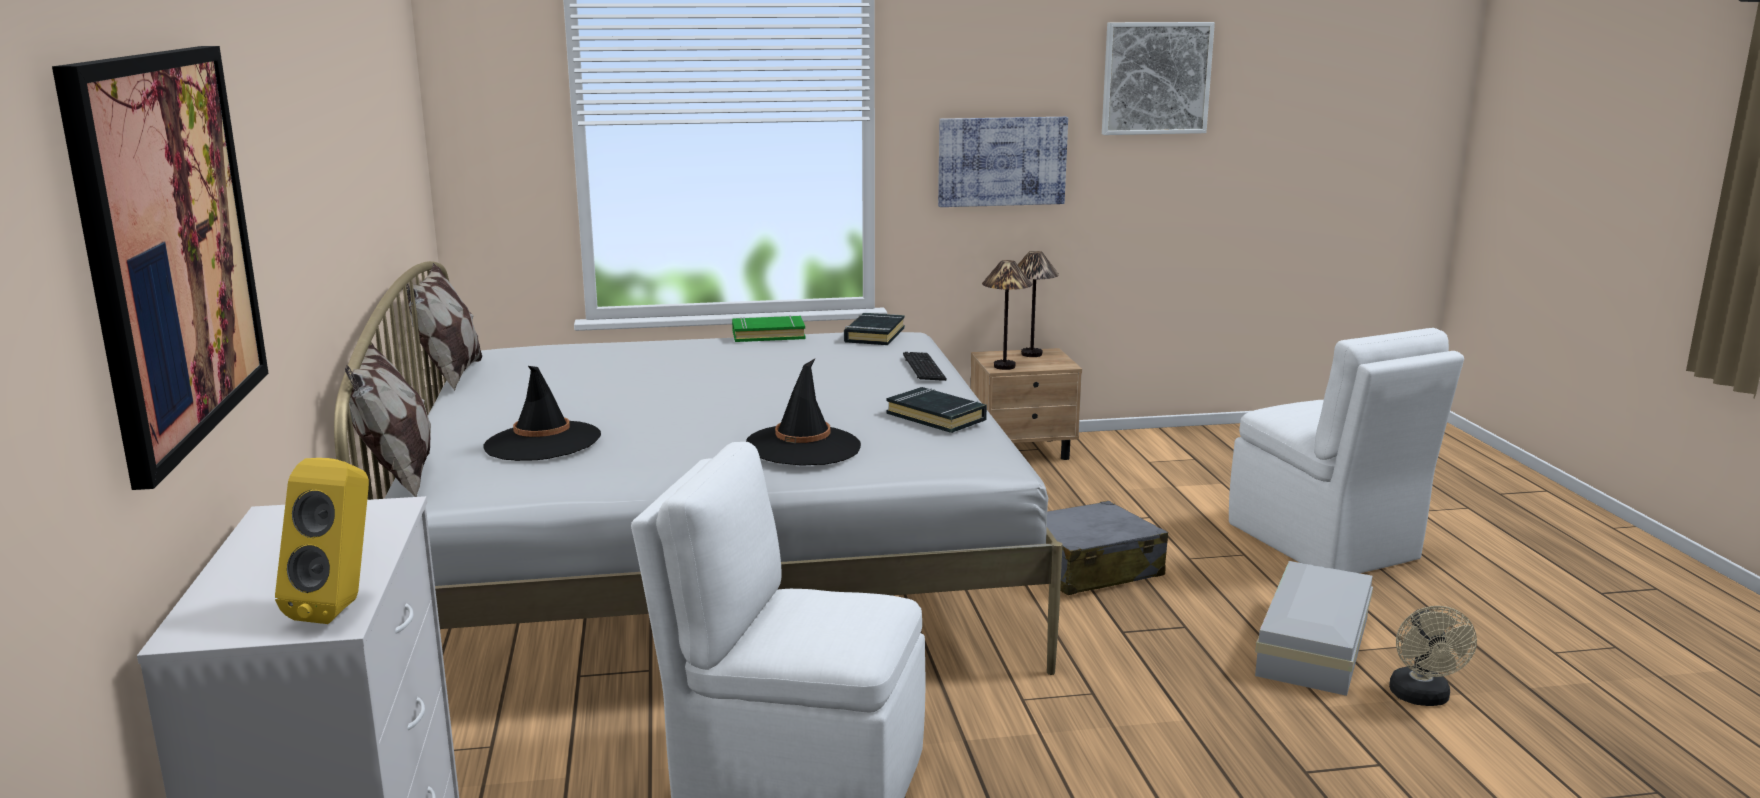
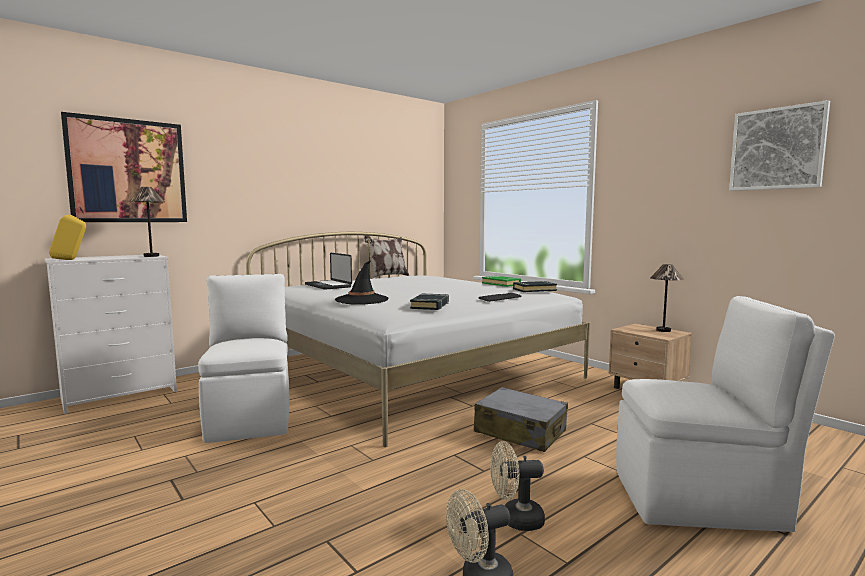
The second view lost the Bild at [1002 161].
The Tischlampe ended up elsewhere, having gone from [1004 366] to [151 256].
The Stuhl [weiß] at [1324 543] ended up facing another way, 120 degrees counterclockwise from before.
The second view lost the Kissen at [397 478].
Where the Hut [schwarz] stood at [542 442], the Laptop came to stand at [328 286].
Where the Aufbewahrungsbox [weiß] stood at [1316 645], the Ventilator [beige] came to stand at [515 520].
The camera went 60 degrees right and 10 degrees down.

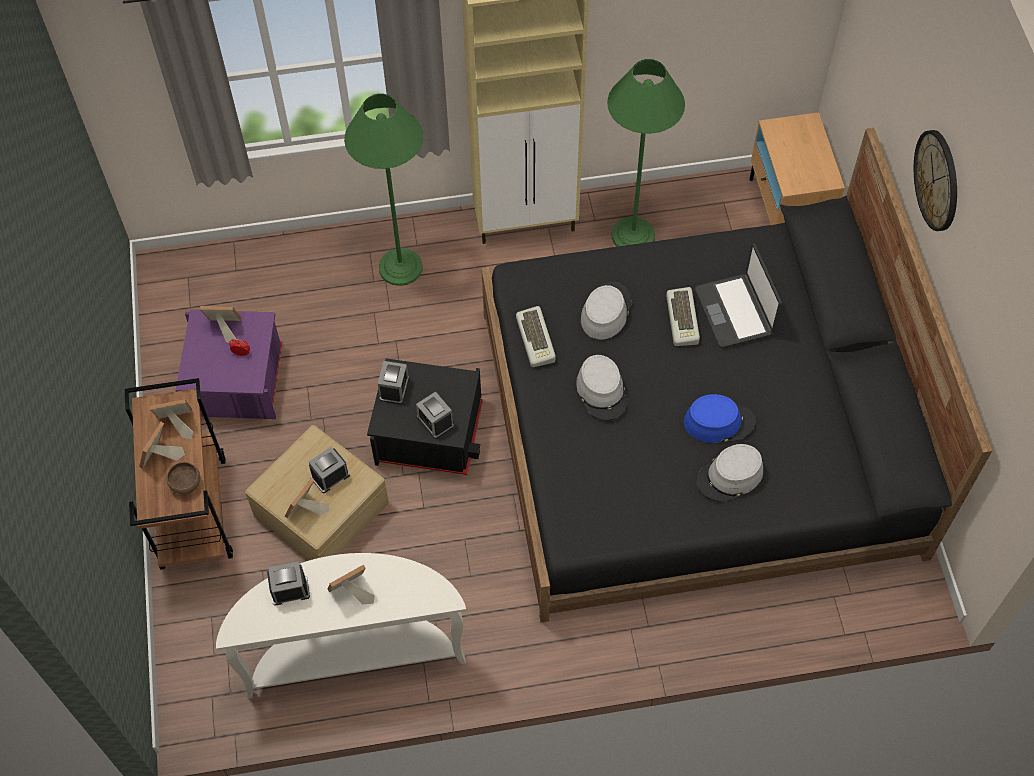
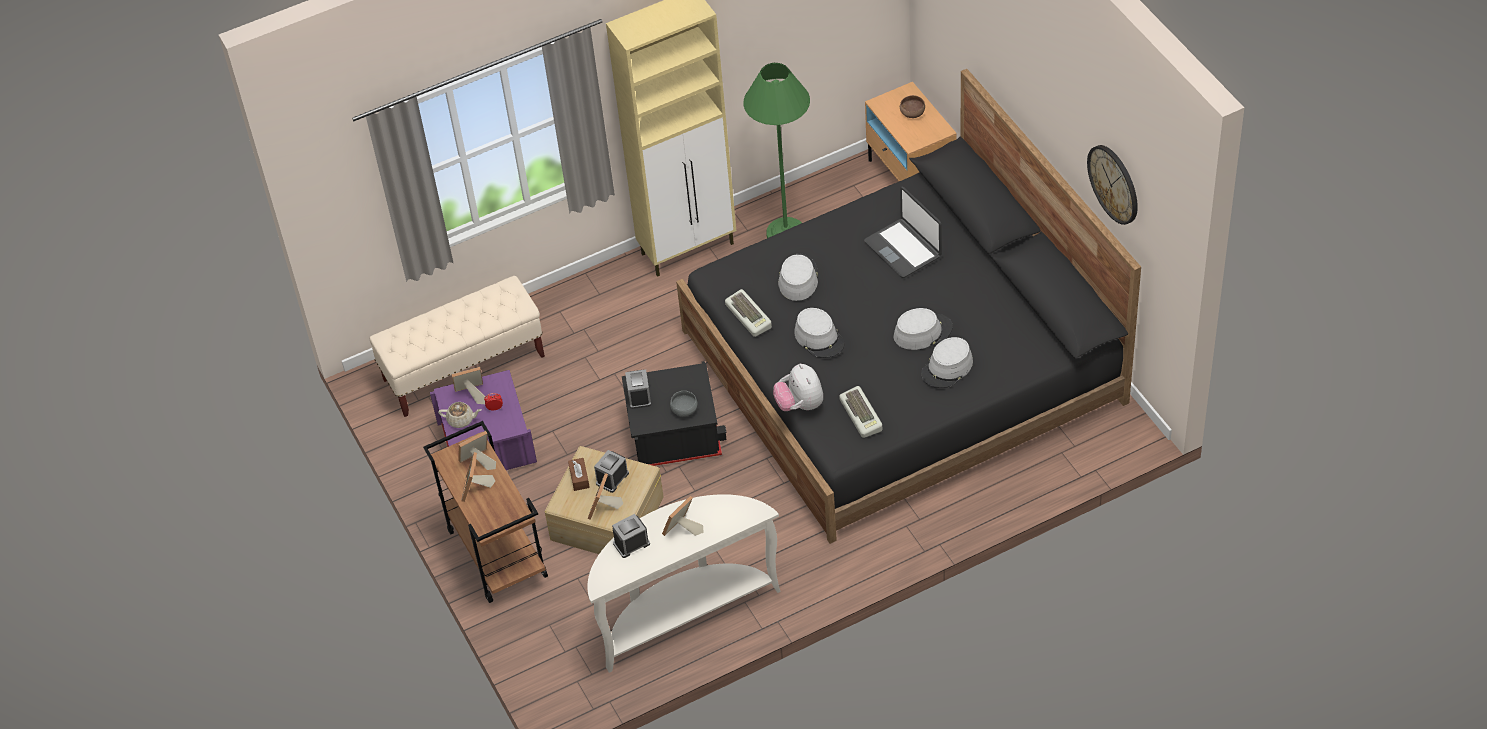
The second view lost the Stehlampe [grün] at [400 267].
The Wanduhr ended up elsewhere, having gone from [937 180] to [1114 184].
The Tastatur ended up elsewhere, having gone from [684 320] to [862 415].
Where the Wecker stood at [435 421], the Schüssel [grau] came to stand at [685 410].
What was the Hut [blau] at [718 422] turned into the Hut [grau] at [922 332].
The Schüssel [braun] ended up elsewhere, having gone from [185 484] to [912 113].
The second view gained the Bank [beige] at [464 368].
The second view gained the Plüschtier at [800 405].
The second view gained the Teekanne [beige] at [461 420].
The second view gained the Taschentuchbox [braun] at [579 478].
The camera went 15 degrees left and 10 degrees down.

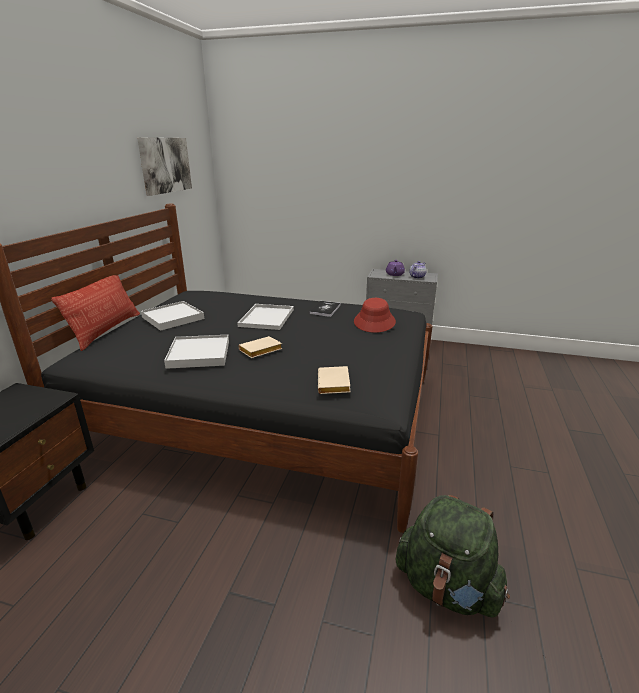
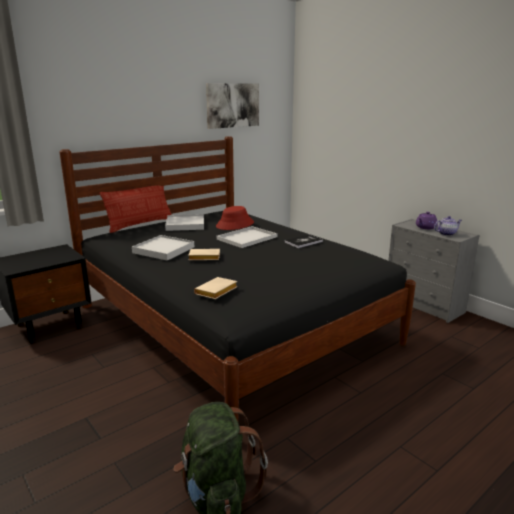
The Hut [rot] ended up elsewhere, having gone from [374 322] to [235 224].
The camera went 35 degrees right and 5 degrees down.

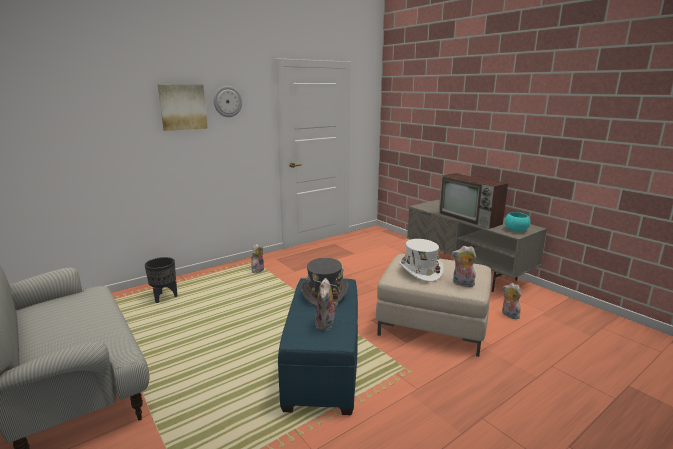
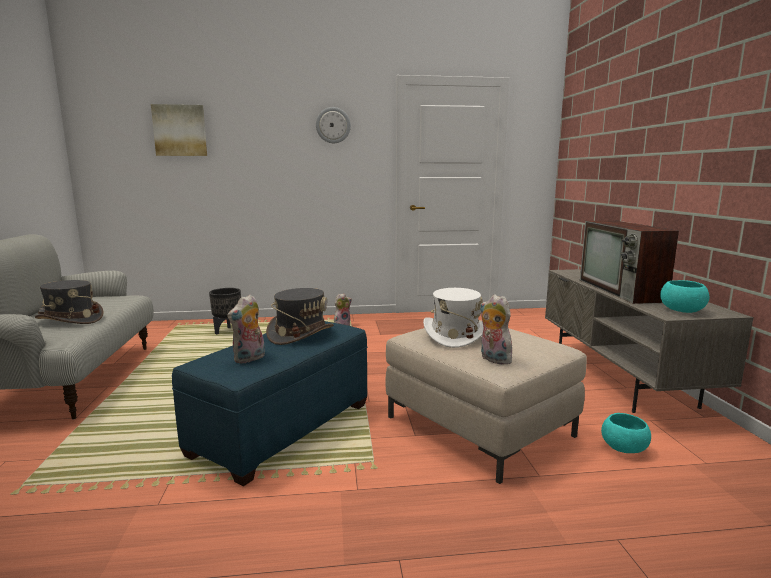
The Bild ended up elsewhere, having gone from [182 107] to [180 130].
Where the Plüschtier stood at [509 315], the Schüssel [türkis] came to stand at [624 448].
The second view gained the Hut [grau] at [70 319].
The camera went 30 degrees right and 5 degrees down.

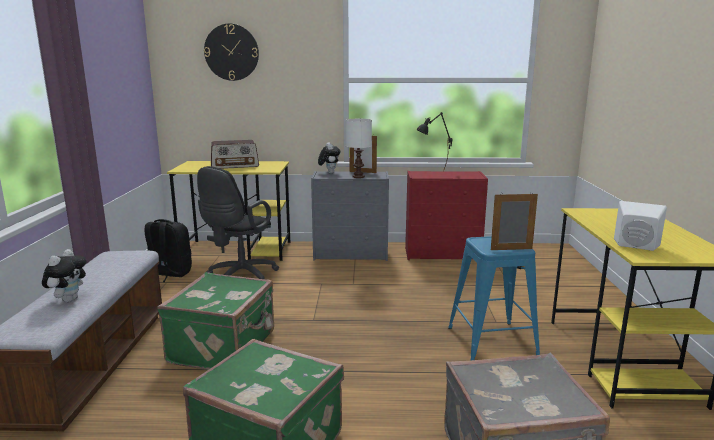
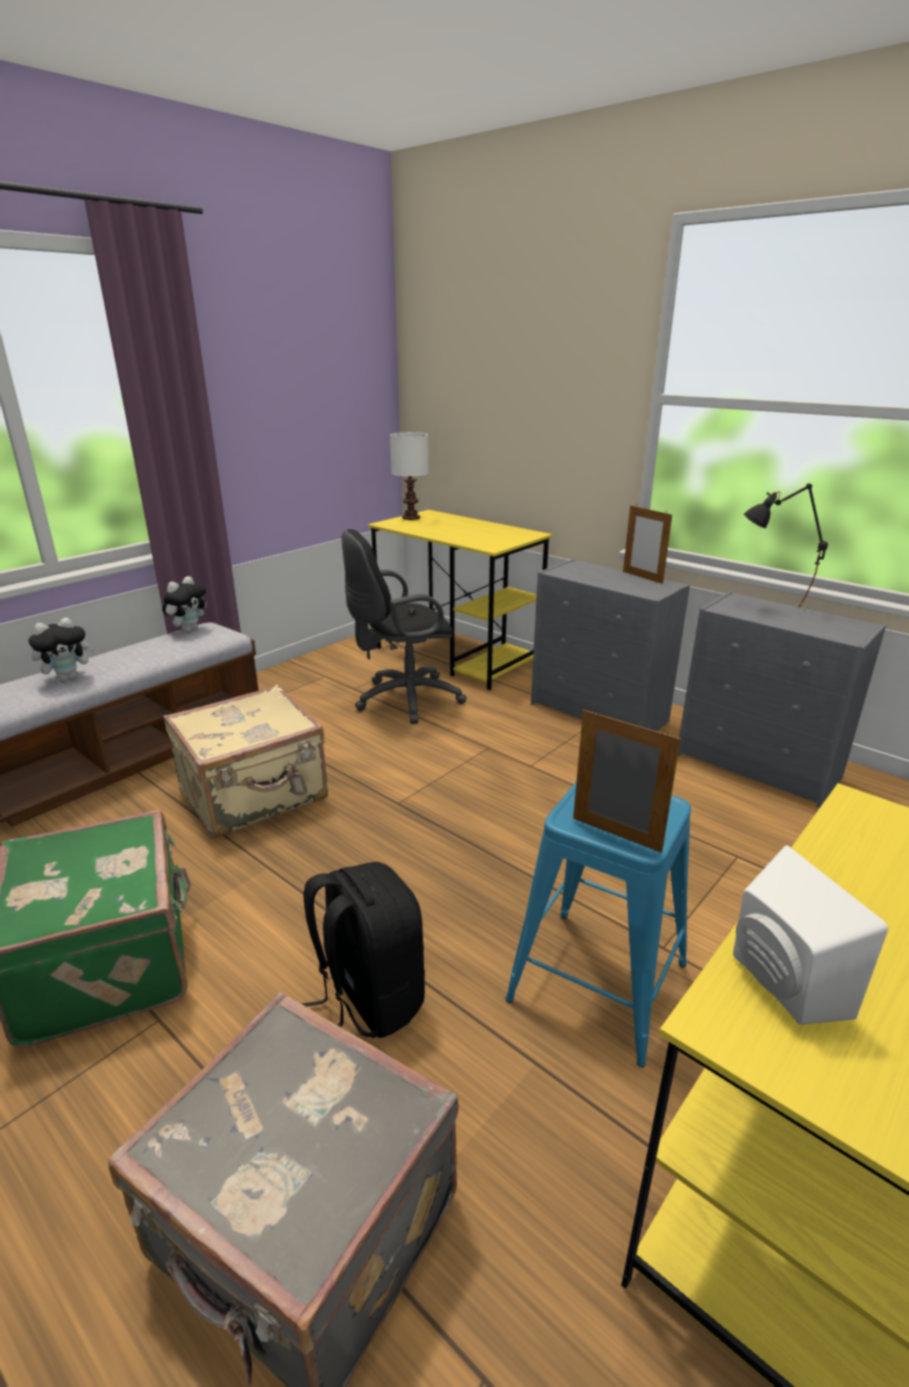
The second view lost the Wanduhr at [231 52].
The Tischlampe [weiß] ended up elsewhere, having gone from [359 177] to [411 518].
The second view lost the Radio at [235 165].
The Plüschtier ended up elsewhere, having gone from [329 172] to [189 629].
What was the Kommode [rot] at [443 254] turned into the Kommode [grau] at [759 767].
The Rucksack [schwarz] ended up elsewhere, having gone from [169 274] to [367 998].
What was the Koffer [grün] at [224 347] turned into the Koffer [beige] at [255 795].
The camera went 40 degrees right and 10 degrees up.

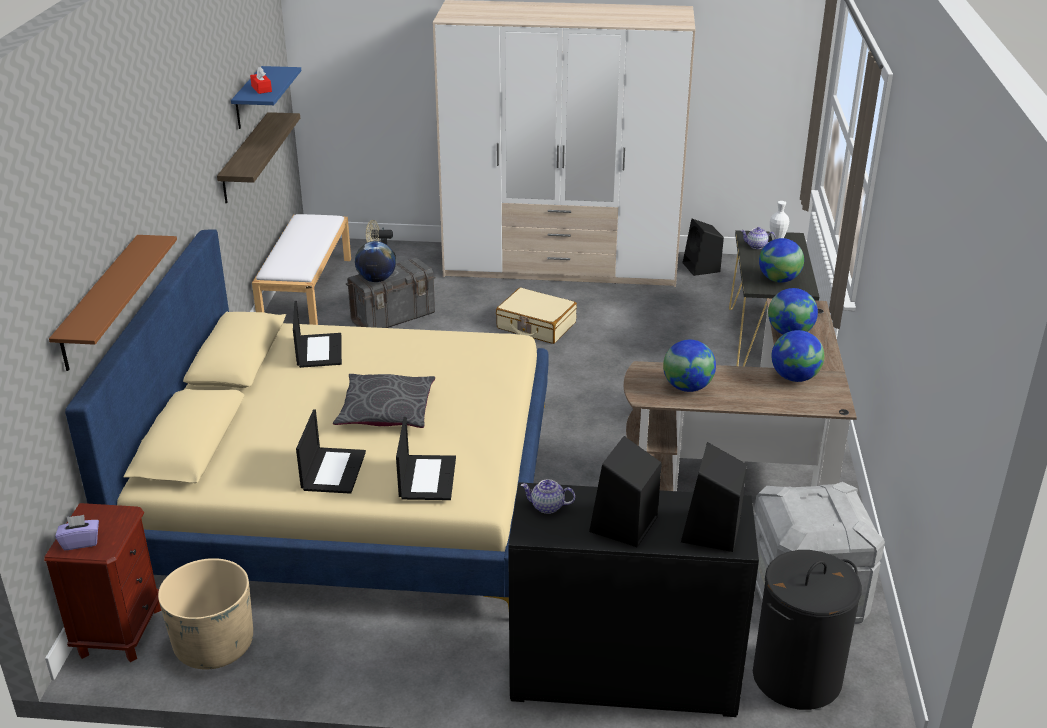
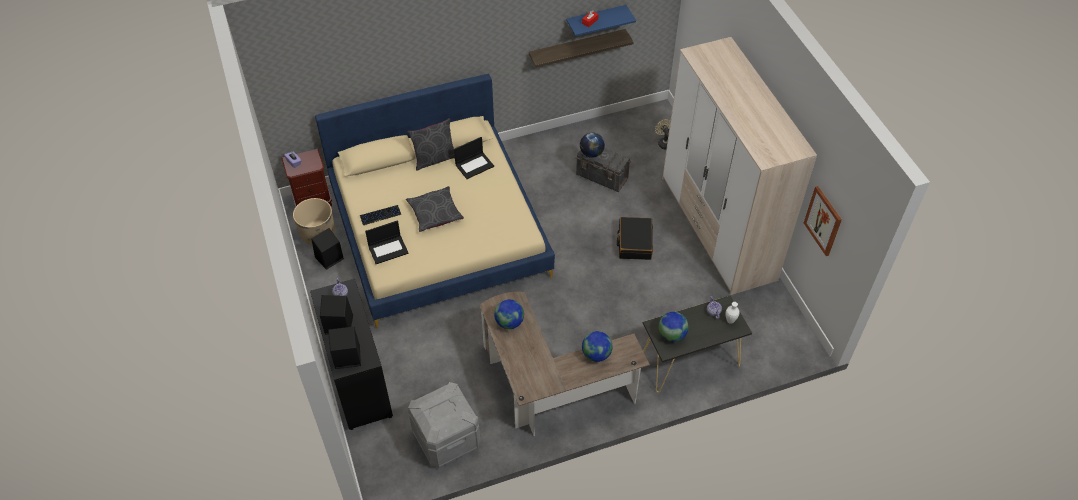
The second view lost the Bank [weiß] at [306 290].
The Lautsprecher [schwarz] ended up elsewhere, having gone from [702 268] to [328 258].
The second view lost the Wandregal [braun] at [100 302].
What was the Koffer [beige] at [536 326] turned into the Koffer [schwarz] at [634 243].
The second view lost the Globus at [794 377].
Where the Laptop stood at [333 470], the Tastatur came to stand at [380 215].
The second view lost the Wäschekorb [schwarz] at [797 677].
The second view gained the Kissen [grau] at [434 159].
The second view gained the Bild at [823 220].
The camera went 65 degrees right and 20 degrees up.

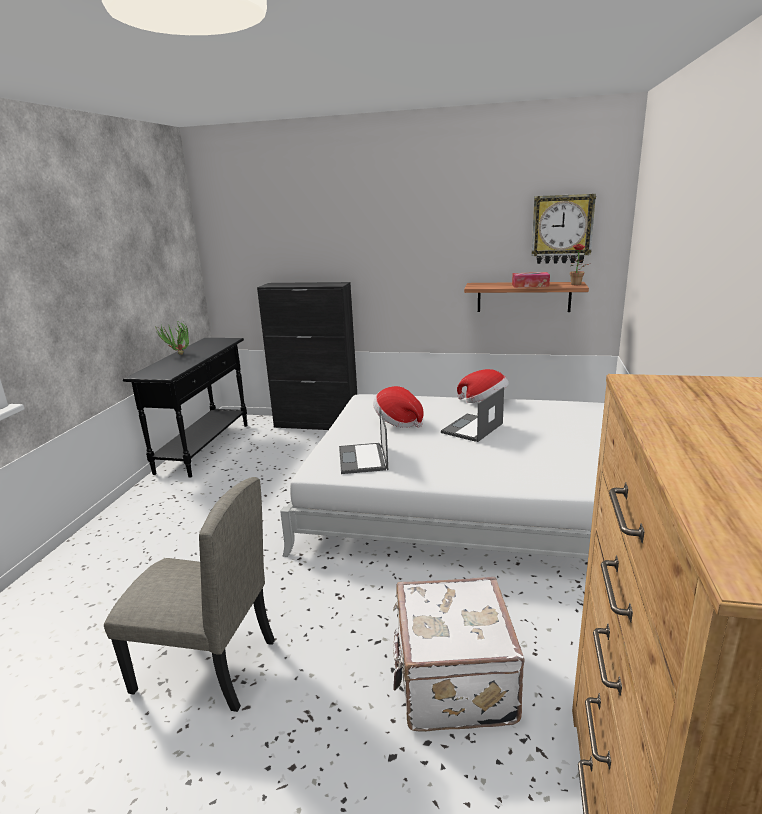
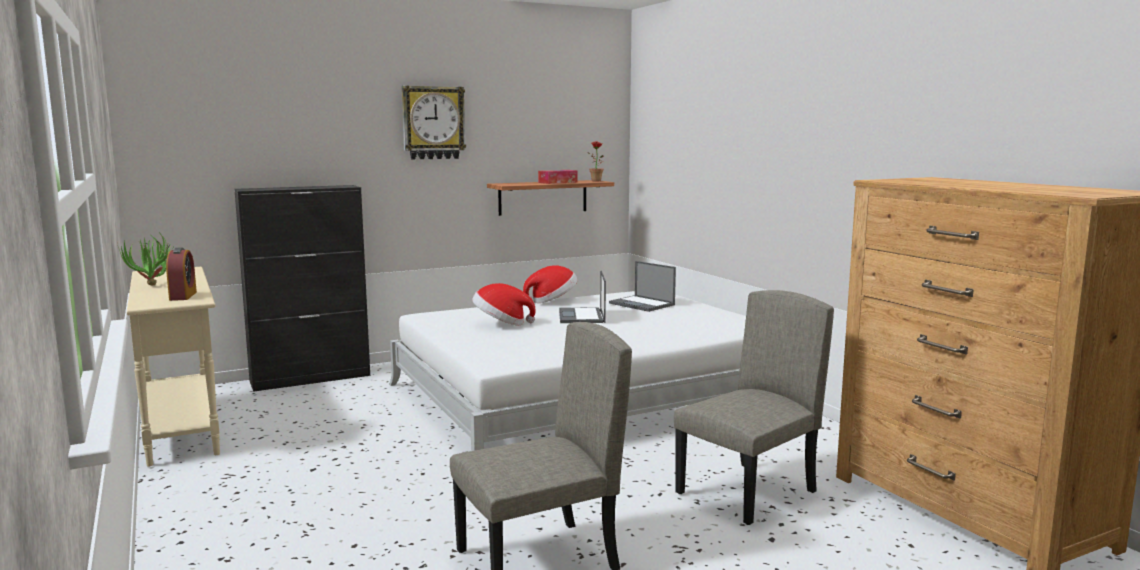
The Wanduhr ended up elsewhere, having gone from [562 229] to [433 123].
What was the Konsolentisch [schwarz] at [204 448] turned into the Konsolentisch [beige] at [181 427].
The Laptop ended up elsewhere, having gone from [363 459] to [642 304].
Where the Koffer [weiß] stood at [452 682], the Stuhl [beige] came to stand at [747 492].
The second view gained the Wecker at [183 296].
The camera went 40 degrees left and 10 degrees down.

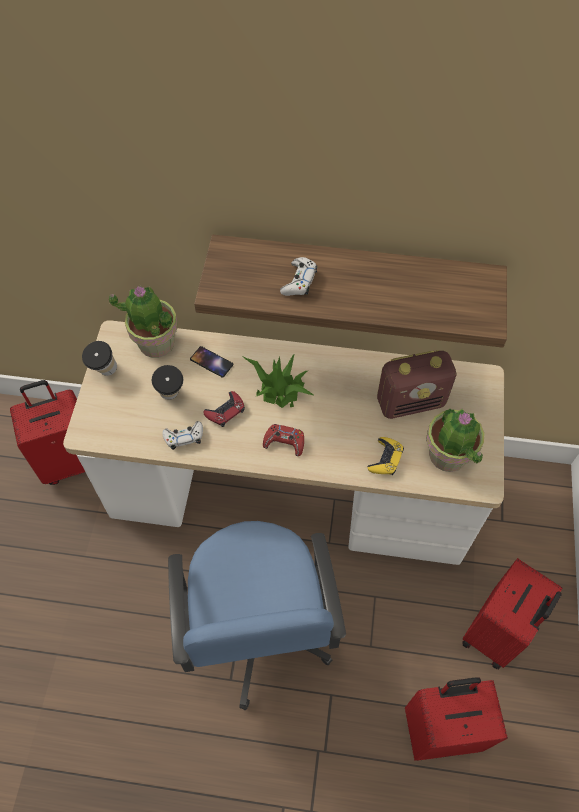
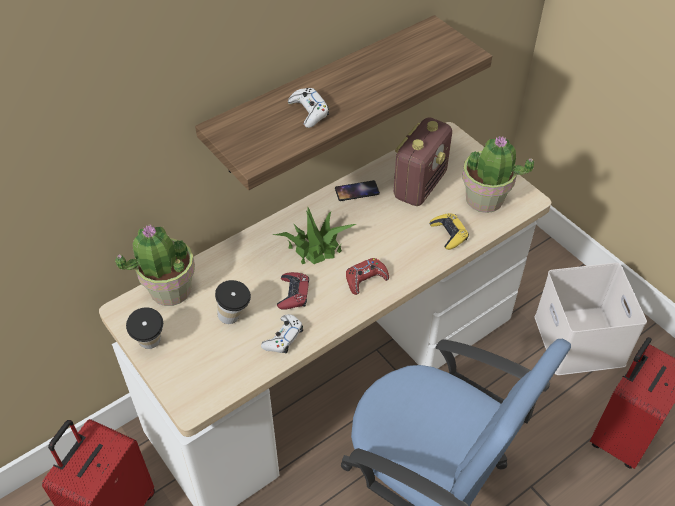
The Handy ended up elsewhere, having gone from [211 362] to [357 191].
Where the Koffer [rot] stood at [496 632], the Aufbewahrungsbox [weiß] came to stand at [581 341].
The camera went 45 degrees left and 10 degrees down.

